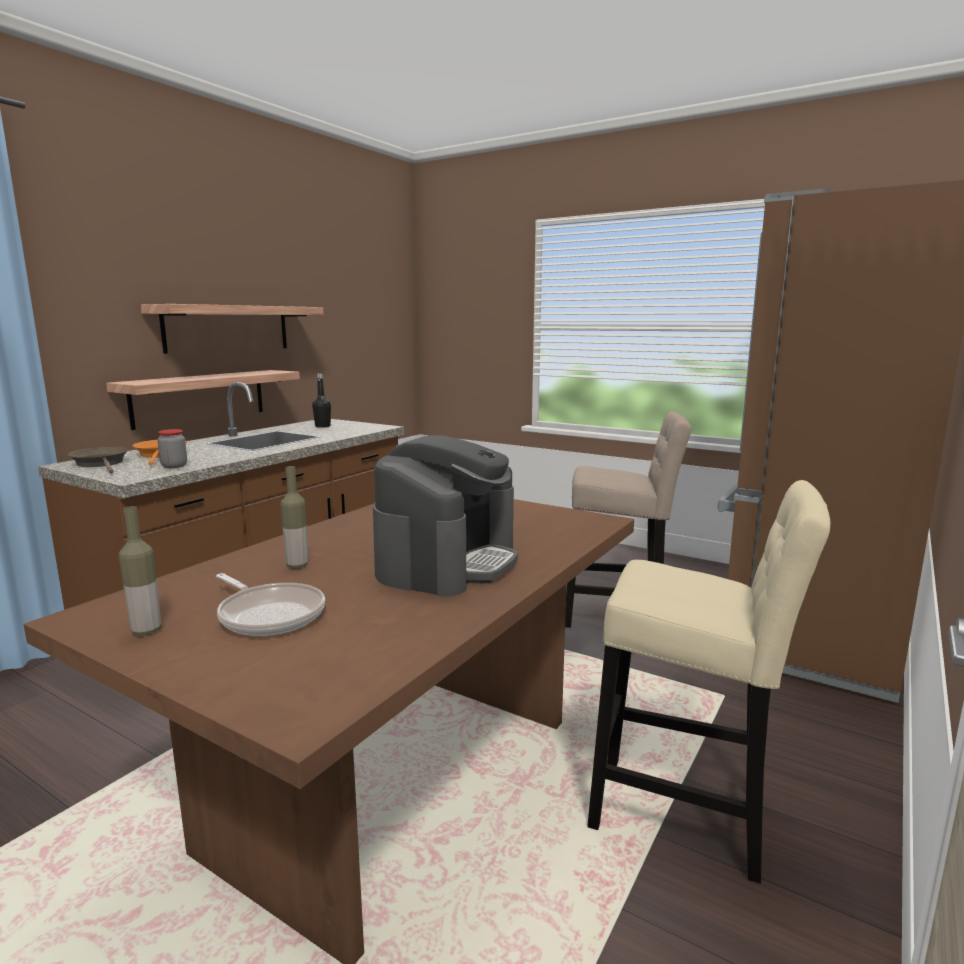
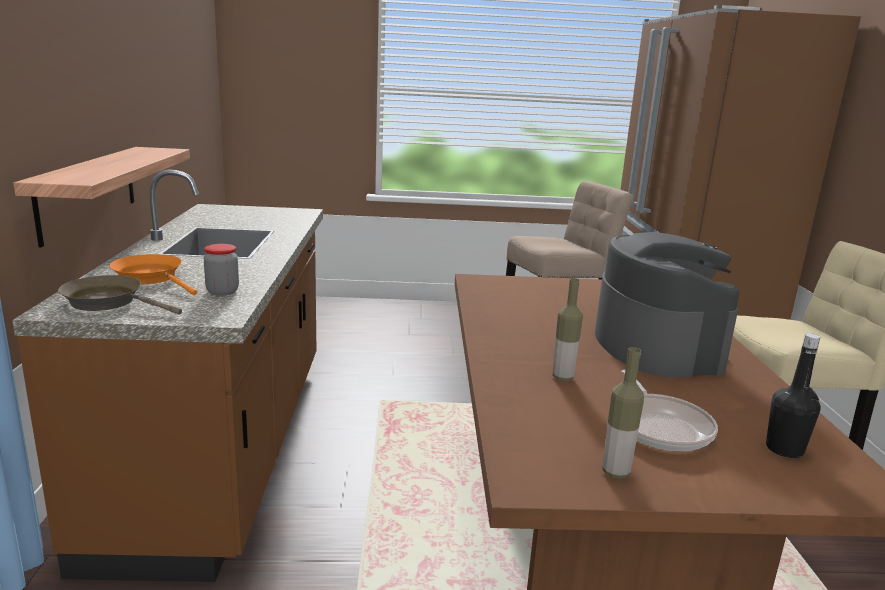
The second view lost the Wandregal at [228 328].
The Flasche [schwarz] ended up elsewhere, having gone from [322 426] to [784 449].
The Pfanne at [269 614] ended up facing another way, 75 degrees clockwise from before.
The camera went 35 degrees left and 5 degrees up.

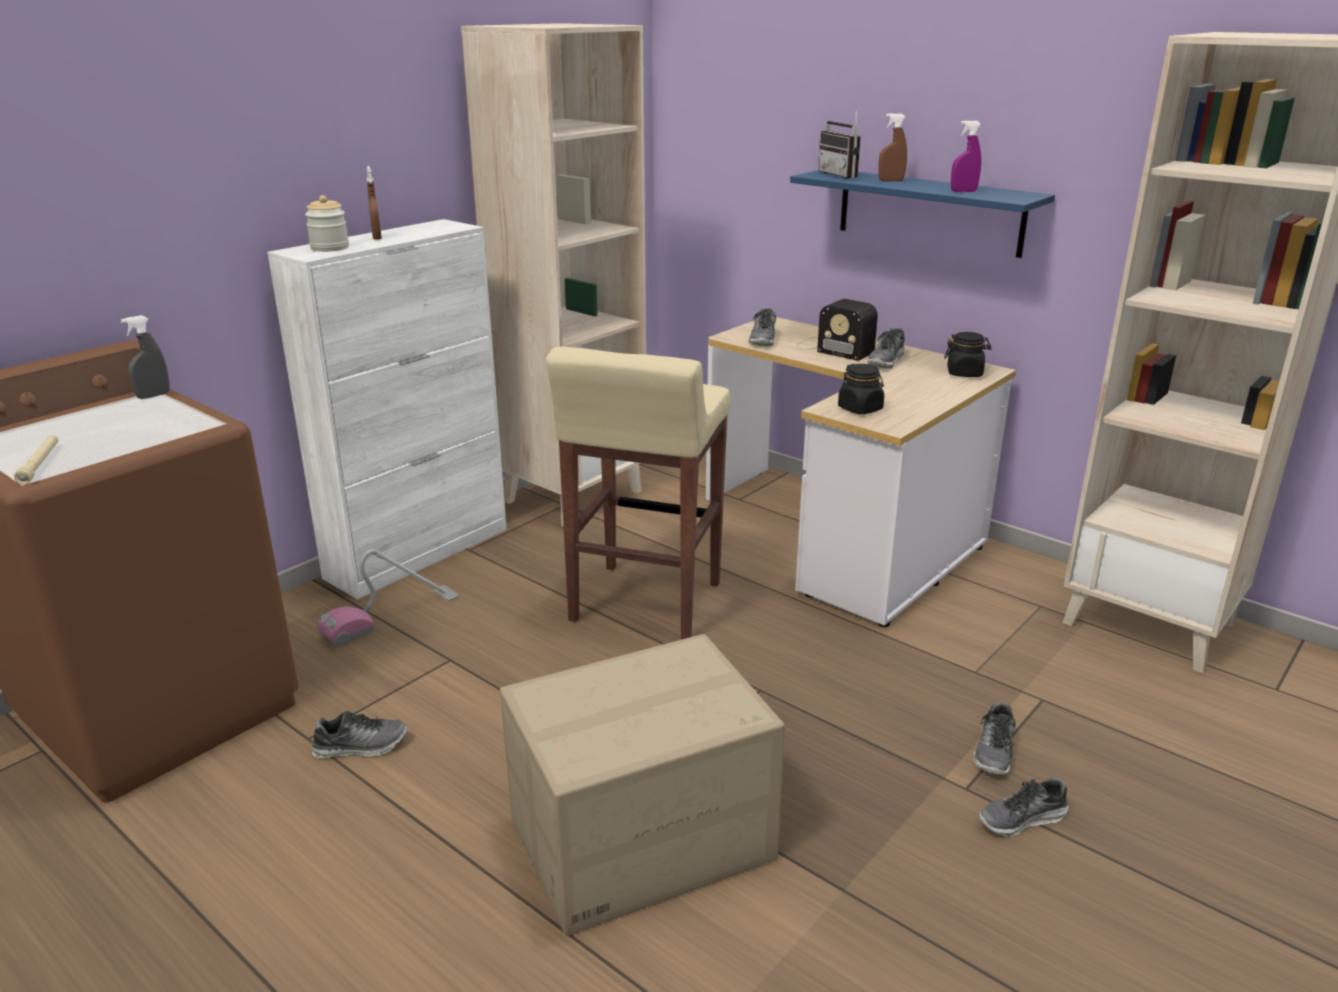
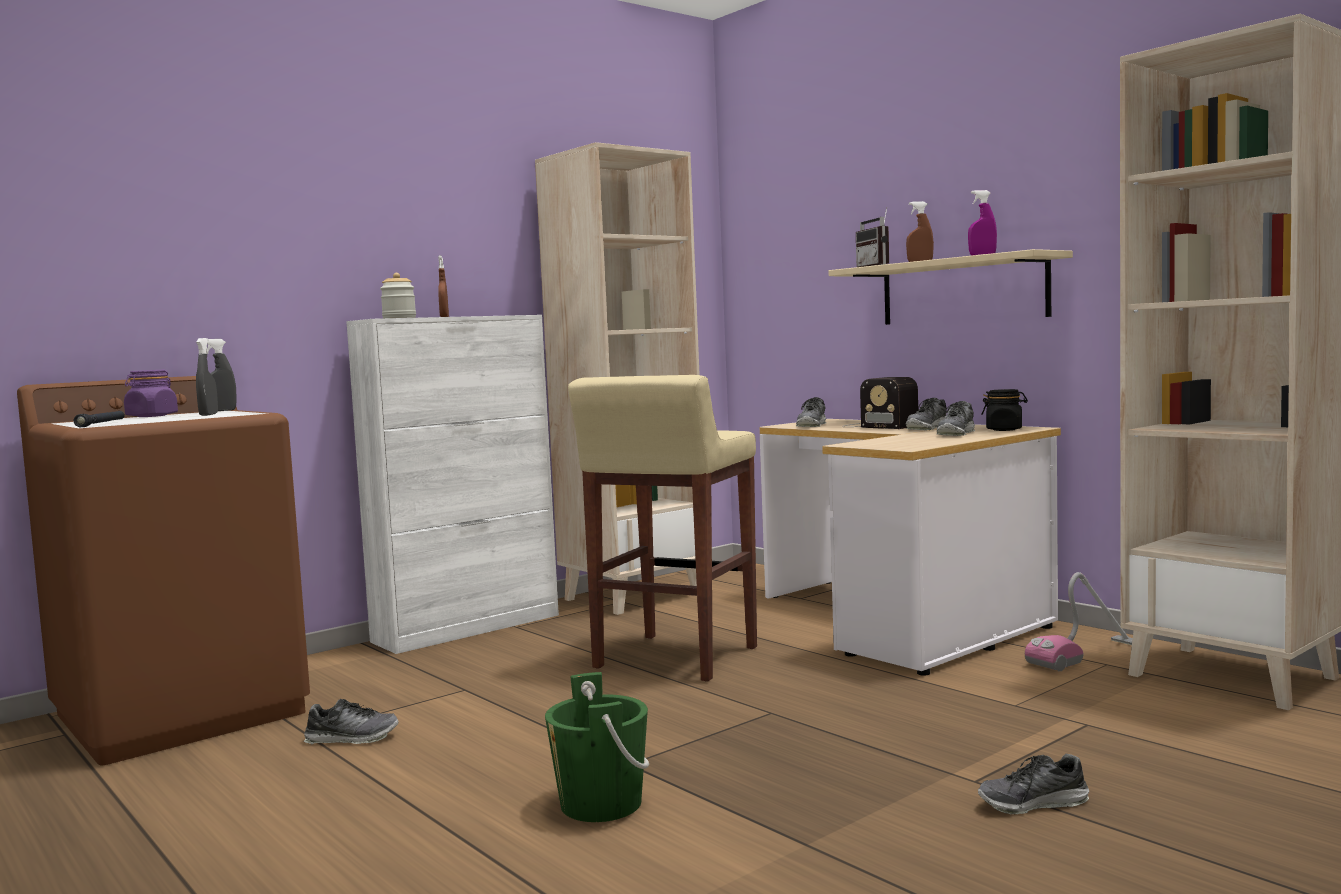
What was the Wandregal [blau] at [929 212] turned into the Wandregal [beige] at [962 291].
The second view lost the Vorratsglas [schwarz] at [860 409].
What was the Taschenlampe [beige] at [40 464] turned into the Taschenlampe [schwarz] at [101 424].
The Staubsauger ended up elsewhere, having gone from [391 617] to [1086 654].
Where the Karton stood at [641 841], the Eimer [grün] came to stand at [601 804].
The Schuh ended up elsewhere, having gone from [994 752] to [957 433].
The second view gained the Sprühflasche [grau] at [208 414].
The second view gained the Vorratsglas [lila] at [151 416].
The camera went 10 degrees right and 20 degrees down.

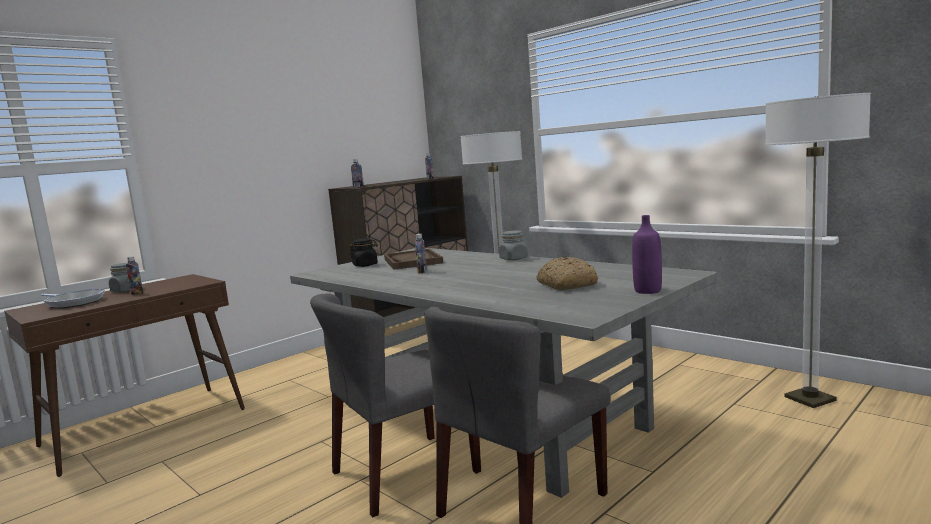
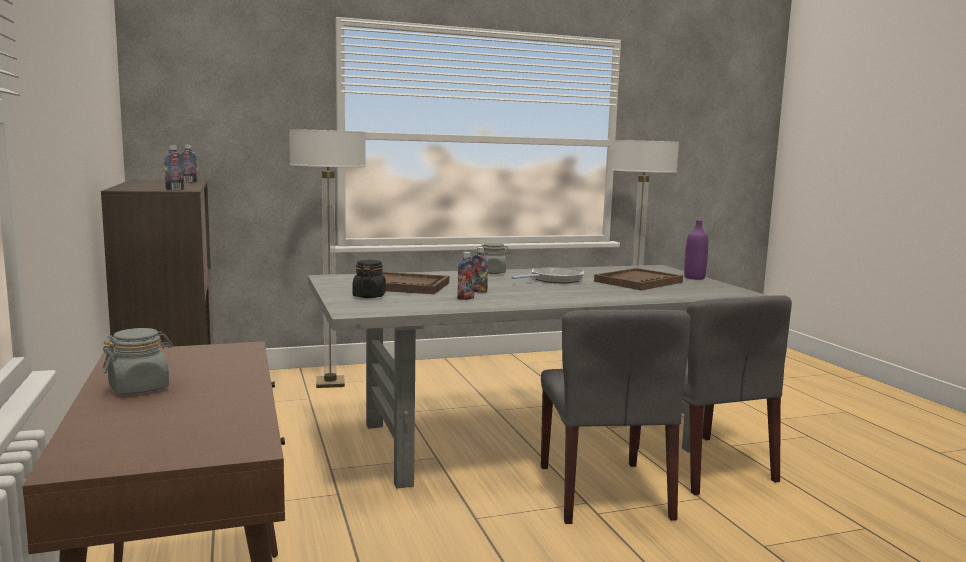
The Flasche ended up elsewhere, having gone from [137 293] to [465 298].
Where the Brot stood at [566 284], the Tablett [braun] came to stand at [638 282].
The Pfanne ended up elsewhere, having gone from [74 302] to [554 280].
The camera went 65 degrees left and 0 degrees up.

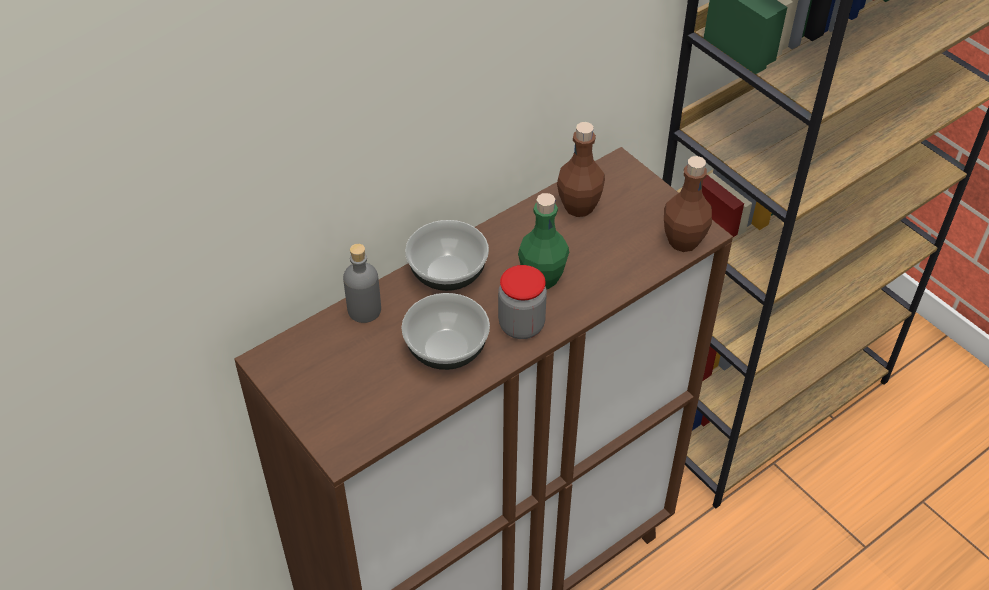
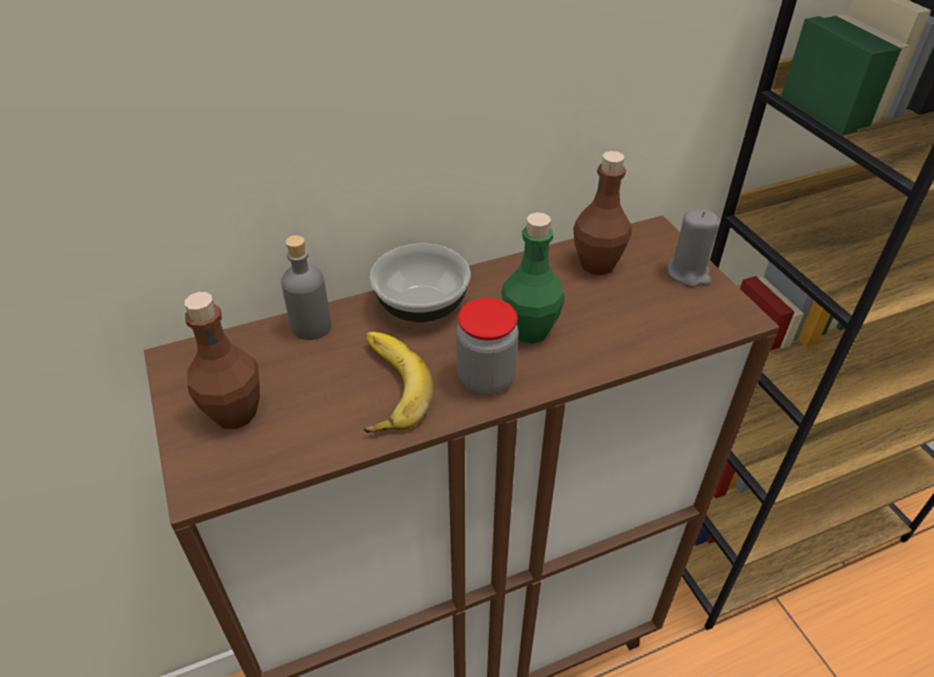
The Flasche [braun] ended up elsewhere, having gone from [683 241] to [235 413].
Where the Schüssel stood at [445 349], the Banane came to stand at [383 388].
The second view gained the Kerze [grau] at [688 273].
The camera went 15 degrees right and 5 degrees down.

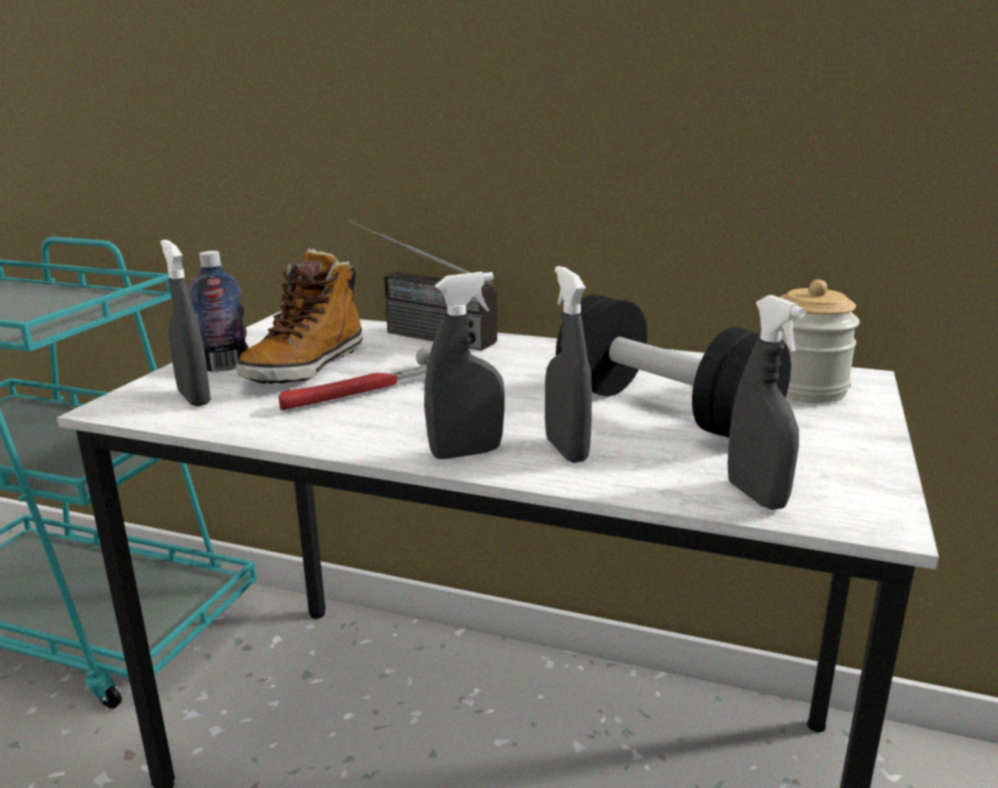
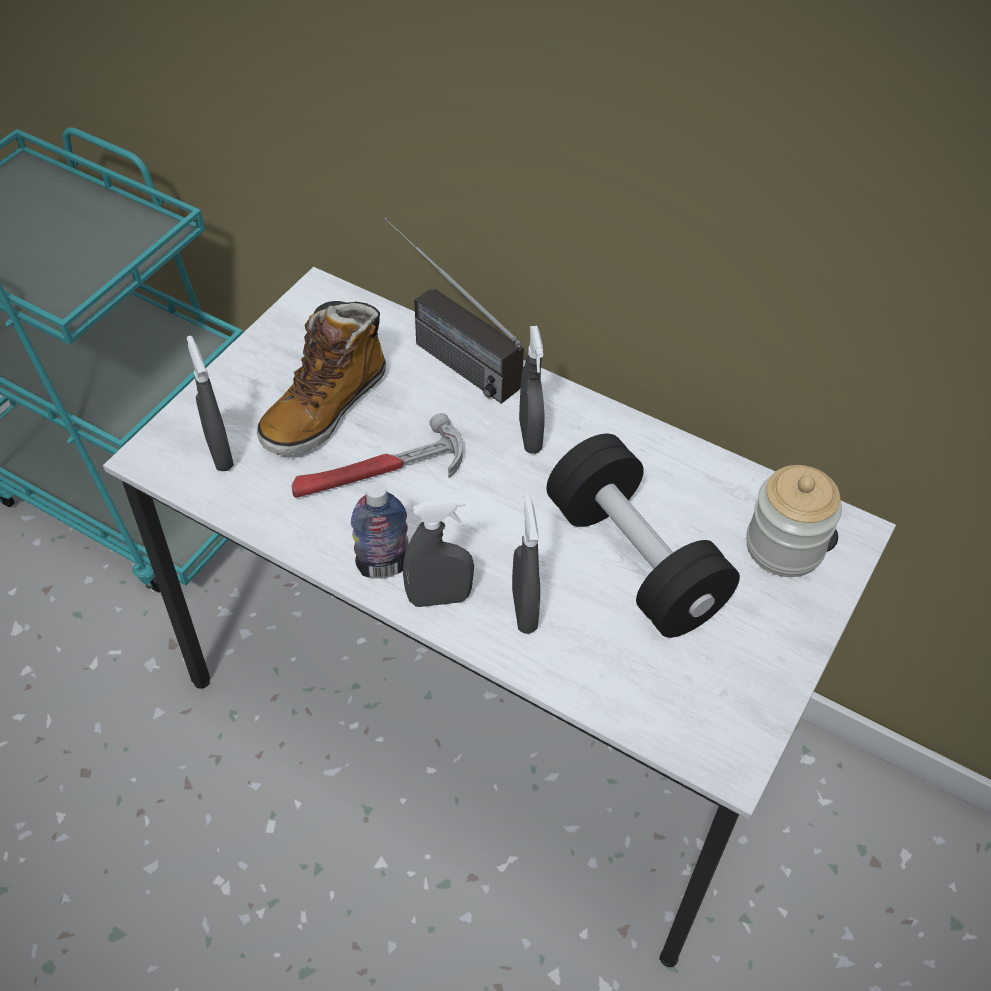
The Flasche ended up elsewhere, having gone from [225 366] to [383 566].
The Sprühflasche [grau] ended up elsewhere, having gone from [756 495] to [530 436].
The camera went 10 degrees right and 30 degrees up.

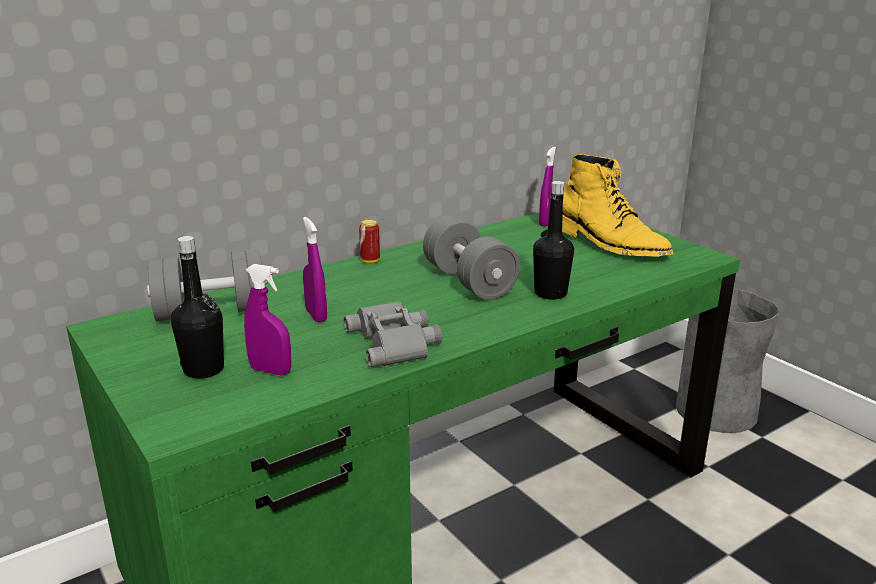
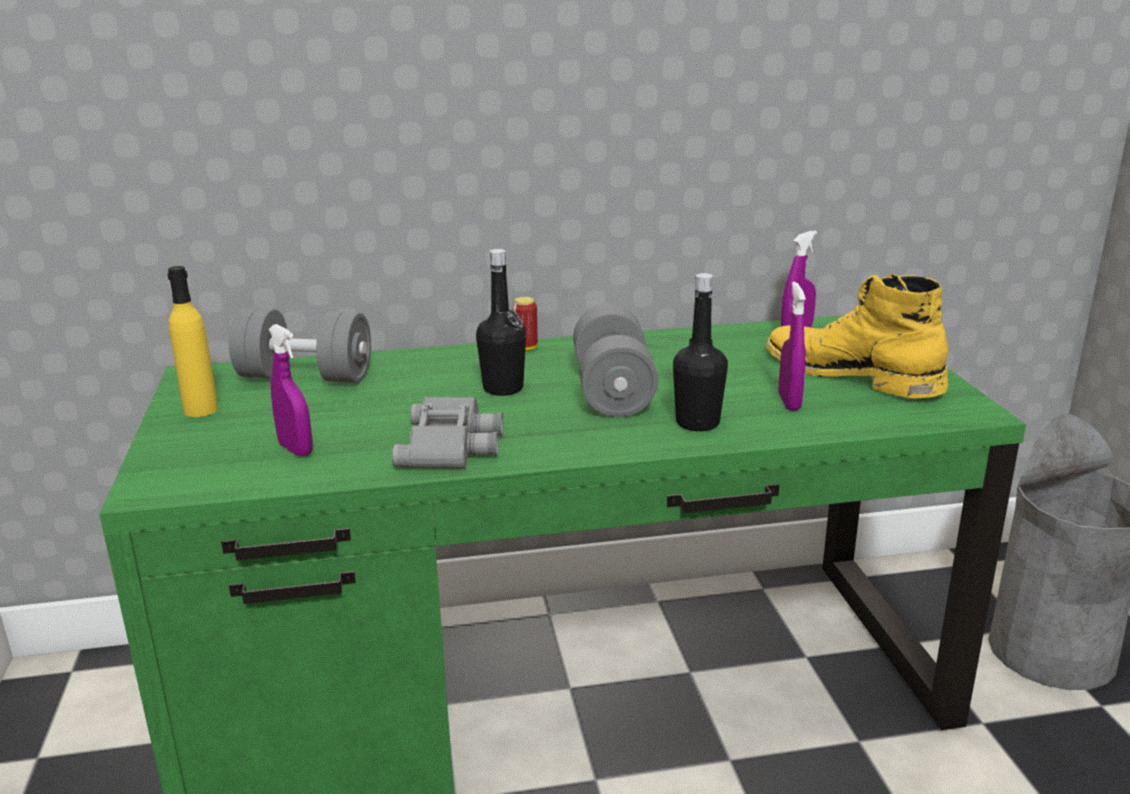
The Stiefel [gelb] at [610 244] ended up facing another way, 150 degrees clockwise from before.
The Sprühflasche [lila] ended up elsewhere, having gone from [316 315] to [789 402].
The Flasche [schwarz] ended up elsewhere, having gone from [203 369] to [503 388].
The second view gained the Flasche [gelb] at [201 410].
The camera went 25 degrees right and 0 degrees up.

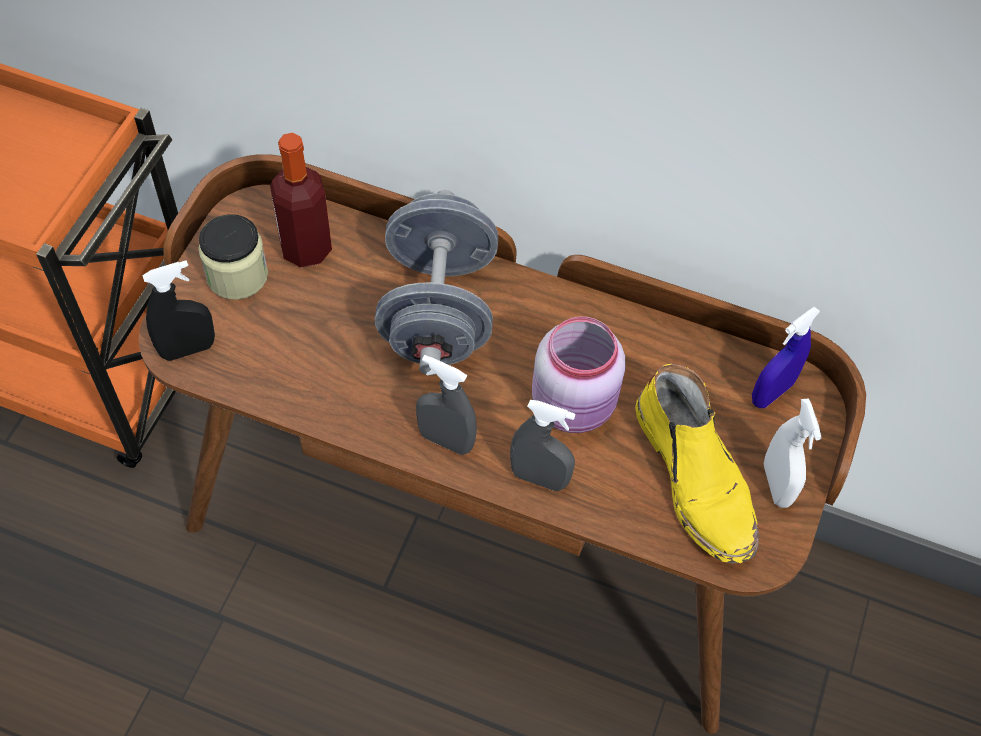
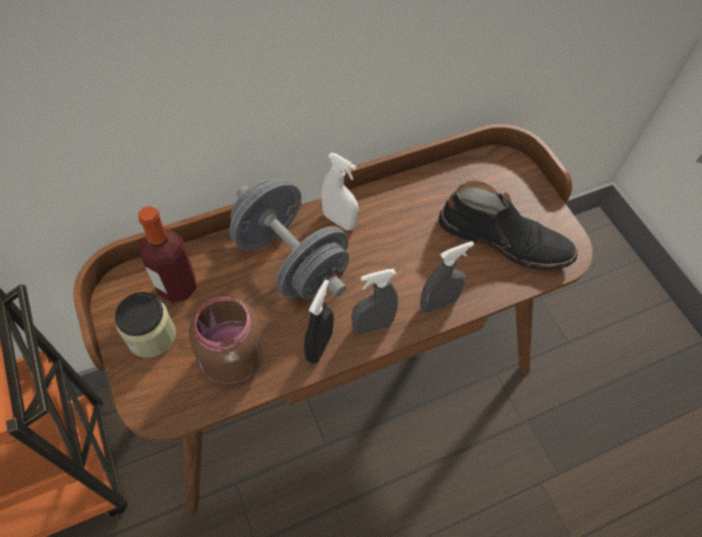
The Sprühflasche [schwarz] ended up elsewhere, having gone from [188 349] to [319 346].
The second view lost the Sprühflasche [blau] at [771 392].
The second view lost the Vorratsglas [rosa] at [575 405].
What was the Stiefel [gelb] at [696 477] turned into the Stiefel [schwarz] at [504 239].
The Sprühflasche [weiß] ended up elsewhere, having gone from [776 484] to [339 220].
The second view gained the Vorratsglas [braun] at [232 360].
The camera went 45 degrees left and 0 degrees up.

